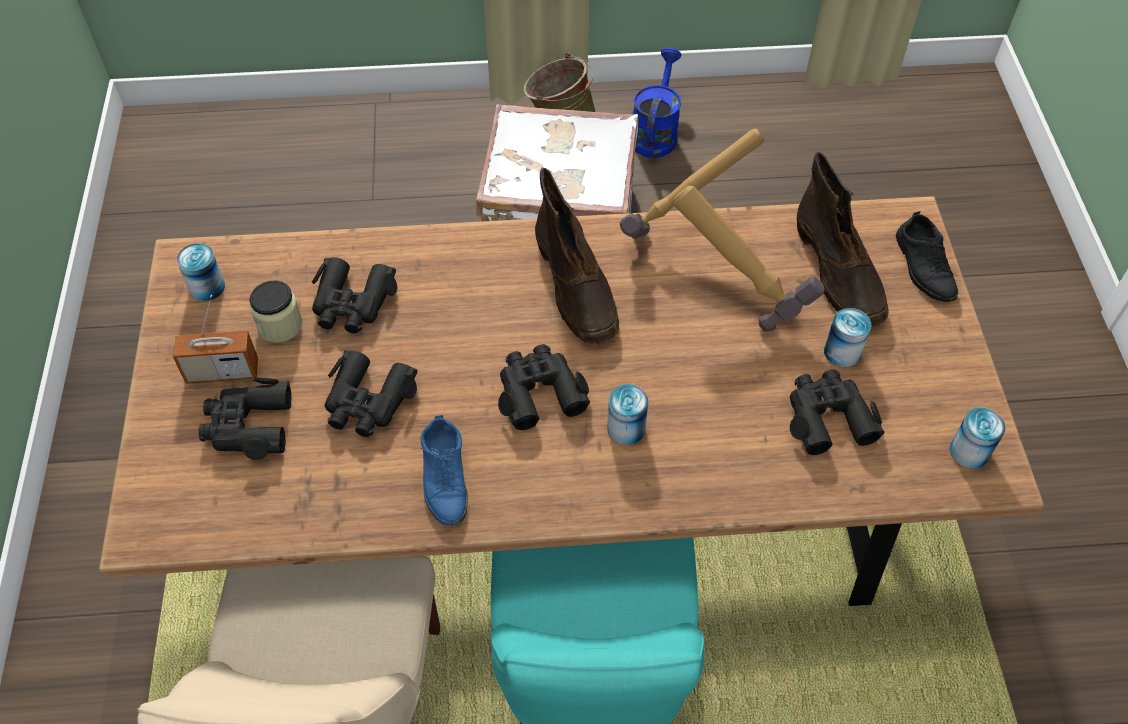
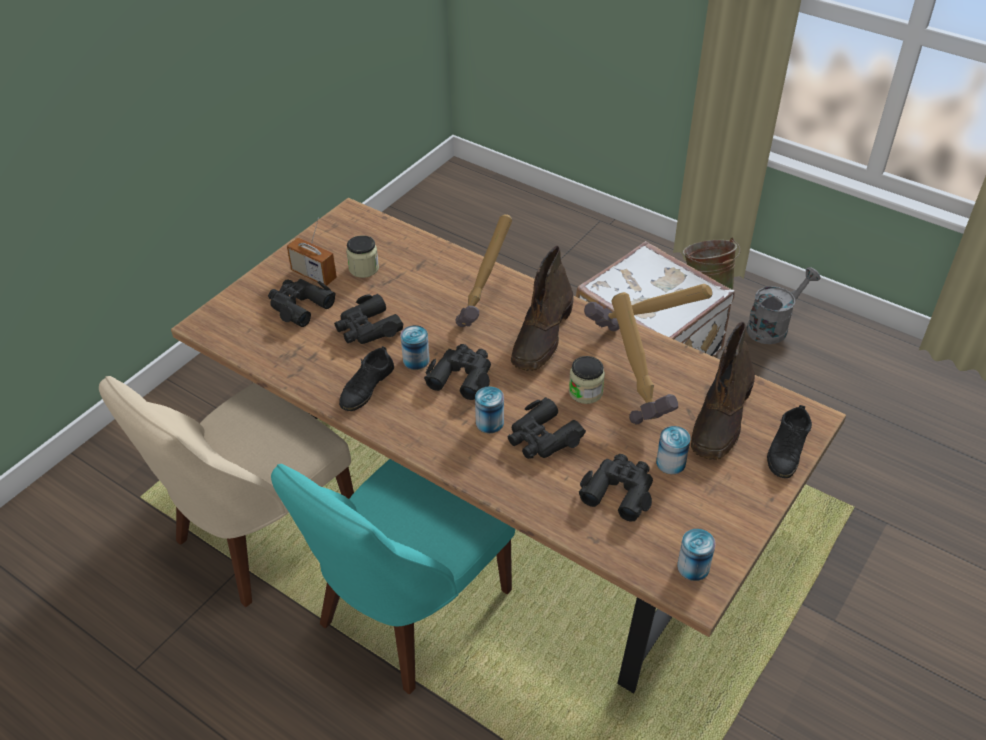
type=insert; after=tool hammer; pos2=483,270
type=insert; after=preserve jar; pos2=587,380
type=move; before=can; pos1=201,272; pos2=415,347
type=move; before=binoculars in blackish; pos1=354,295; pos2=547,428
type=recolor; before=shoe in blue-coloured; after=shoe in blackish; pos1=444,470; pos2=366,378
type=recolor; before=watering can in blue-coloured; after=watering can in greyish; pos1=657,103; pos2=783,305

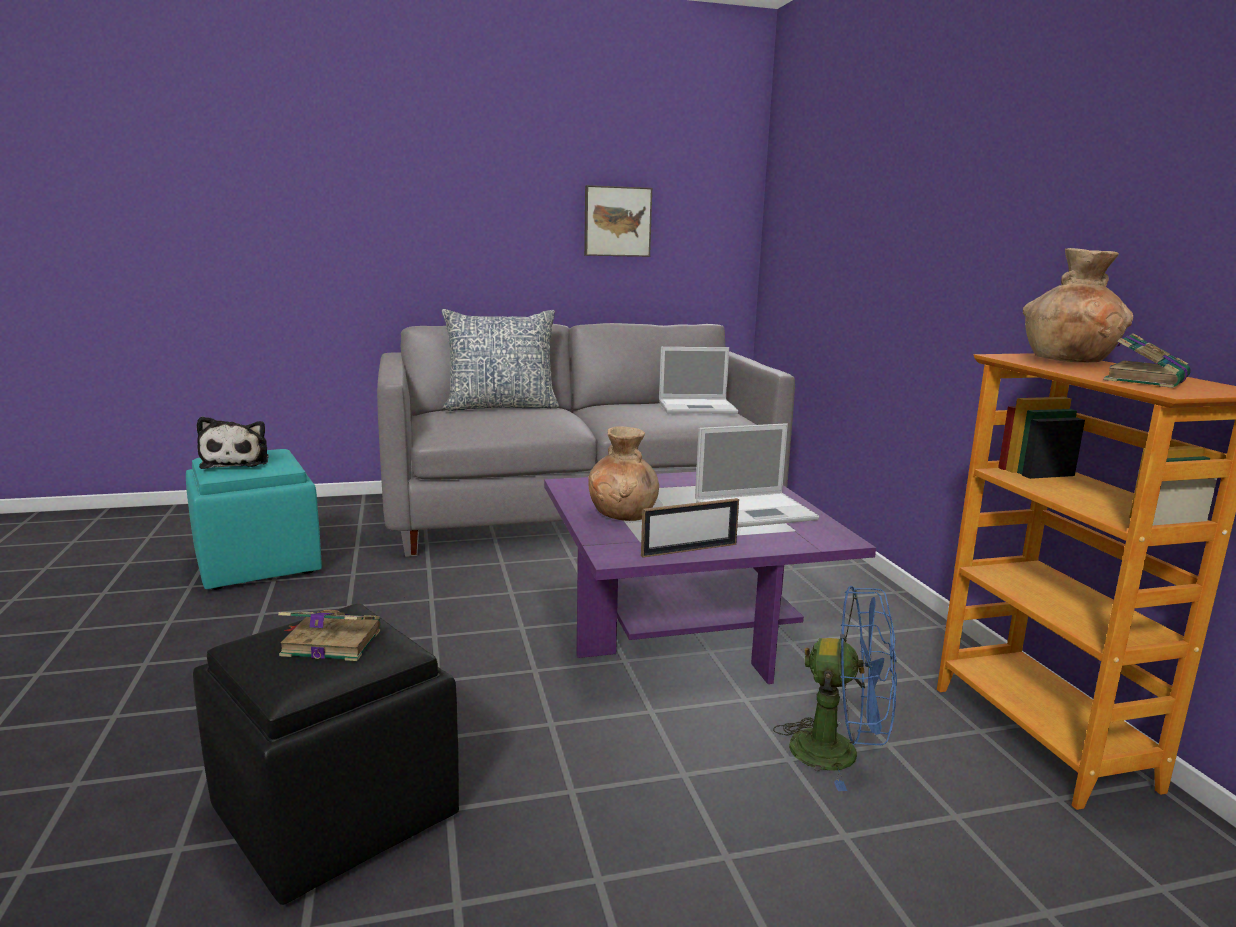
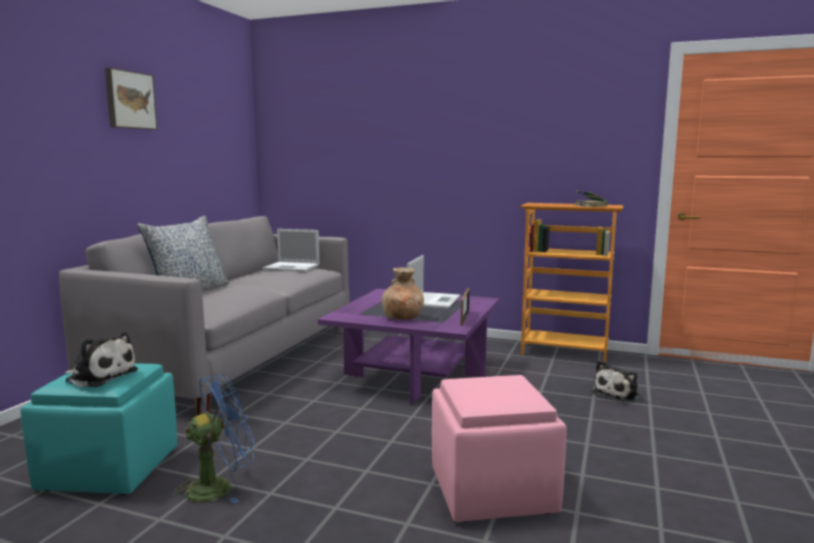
type=delete; before=book; pos1=329,635
type=delete; before=decorative vase in brownish; pos1=1078,305
type=insert; after=soft toy; pos2=615,381
type=move; before=wall picture; pos1=618,221; pos2=131,98
type=move; before=cooling fan in blue-coloured; pos1=835,688; pos2=212,438
type=recolor; before=ottoman in blackish; after=ottoman in pink; pos1=326,754; pos2=499,448
type=rotate; before=notebook computer; pos1=698,380; pos2=291,250; turn=75

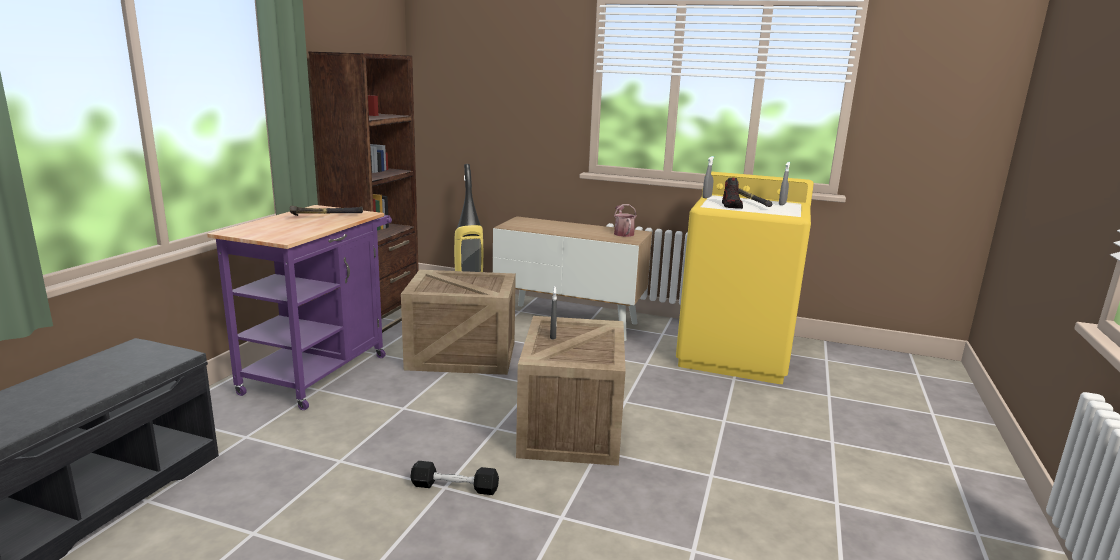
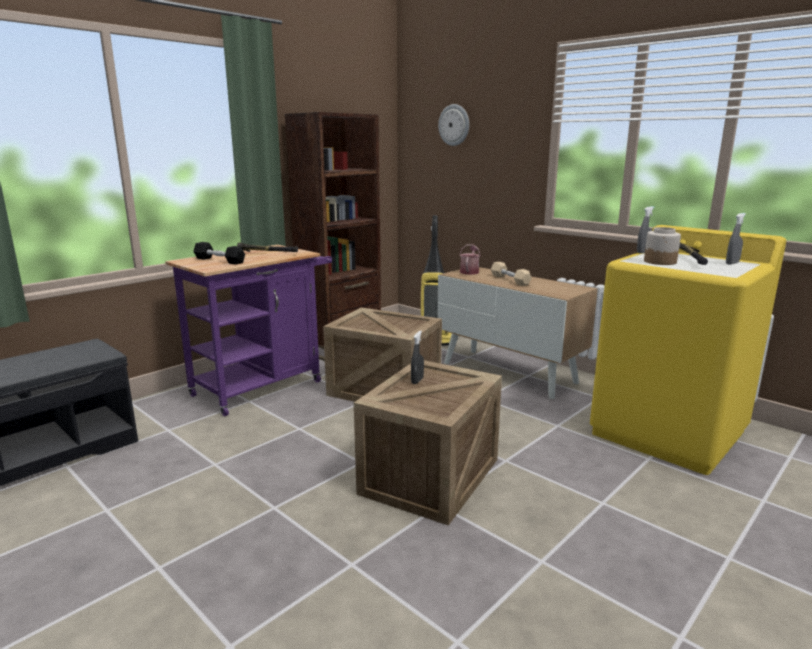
type=insert; after=wall clock; pos2=453,125
type=insert; after=free weight in beige; pos2=511,274
type=move; before=free weight in blackish; pos1=454,478; pos2=219,253
type=move; before=watering can; pos1=625,220; pos2=470,259
type=replace; before=shoe; after=preserve jar; pos1=732,193; pos2=662,246

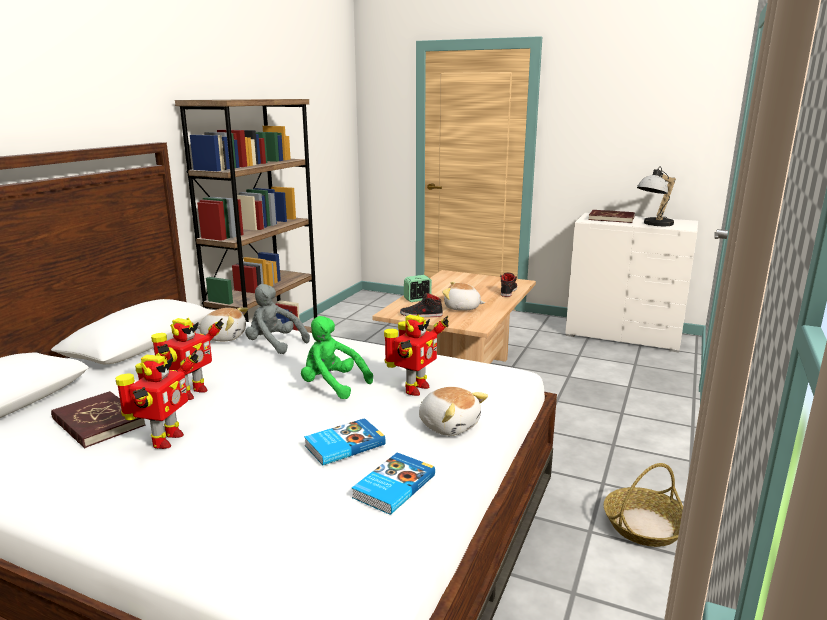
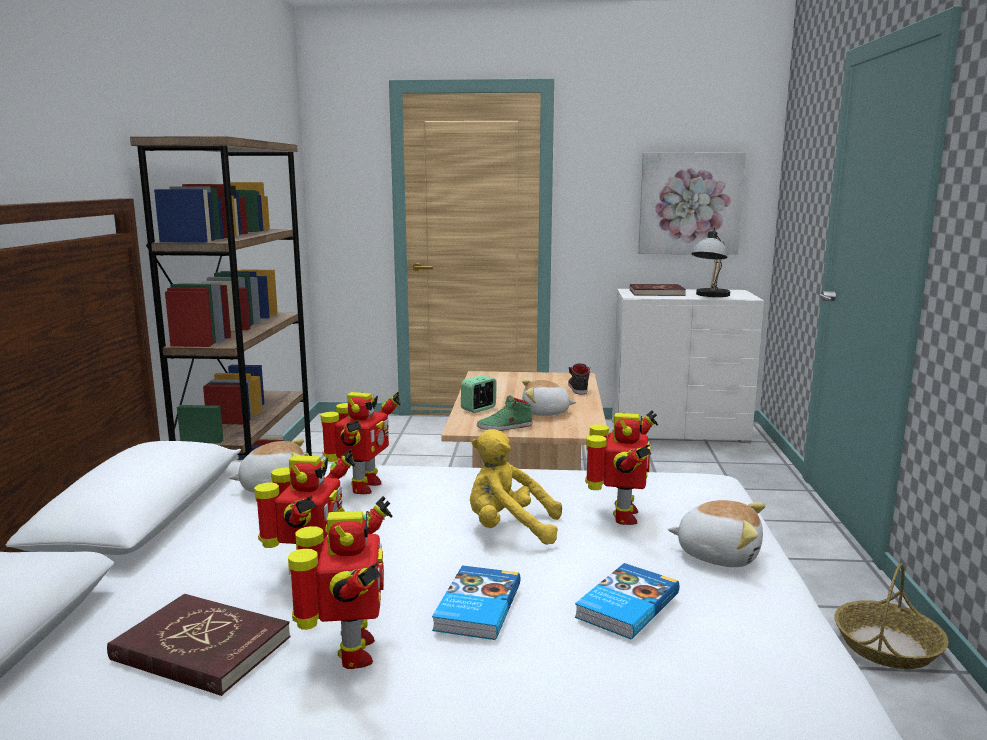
type=insert; after=wall picture; pos2=692,204
type=move; before=book; pos1=393,483; pos2=476,602
type=replace; before=soft toy in greyish; after=toy robot; pos1=277,319; pos2=361,442
type=recolor; before=soft toy in green; after=soft toy in yellow; pos1=337,357; pos2=516,487
type=recolor; before=shoe in blackish; after=shoe in green; pos1=421,304; pos2=505,413

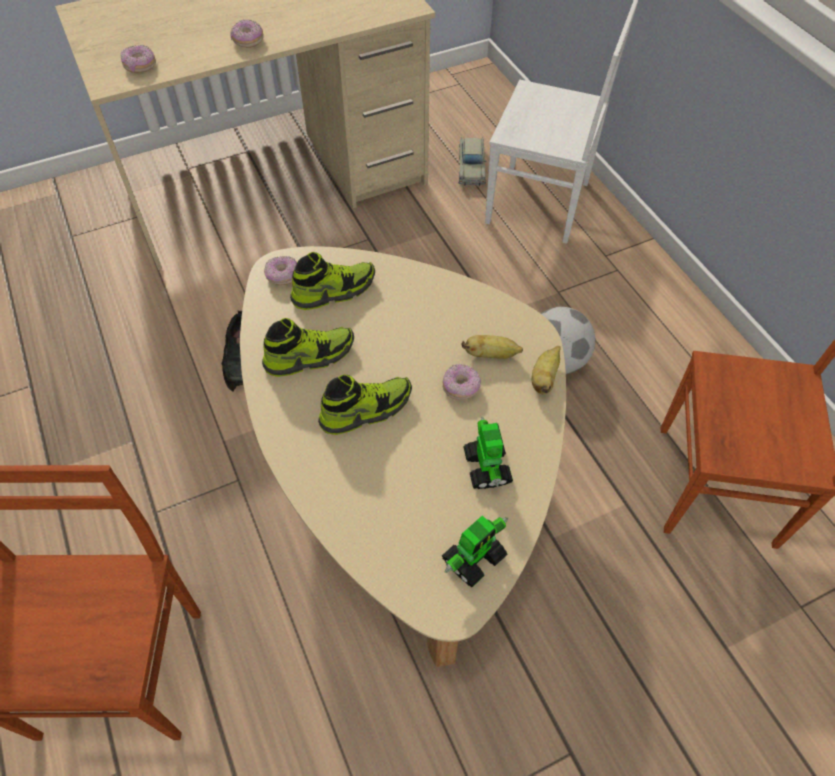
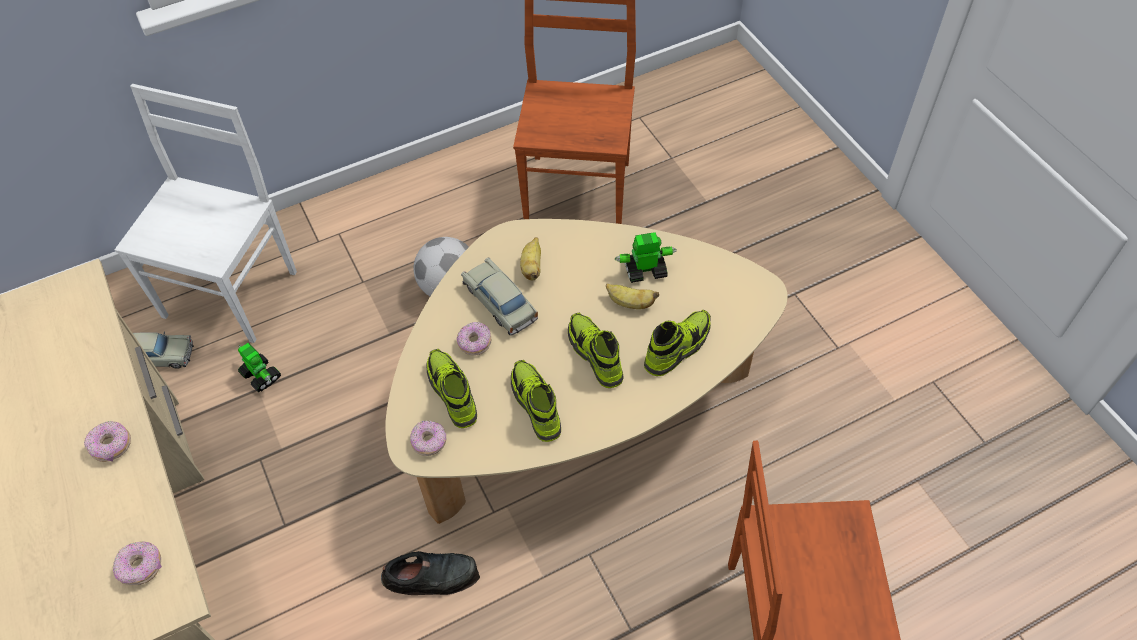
type=insert; after=toy car in beige; pos2=499,296
type=insert; after=shoe; pos2=677,343
type=move; before=ring doughnut; pos1=461,382; pos2=474,339
type=move; before=toy robot; pos1=475,551; pos2=259,368
type=move; before=banana; pos1=546,370; pos2=632,296

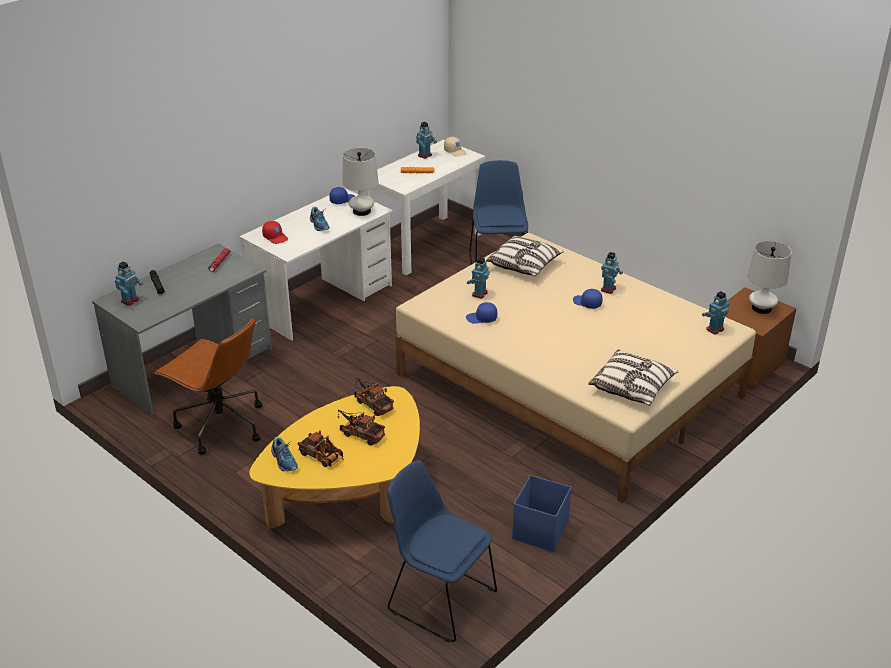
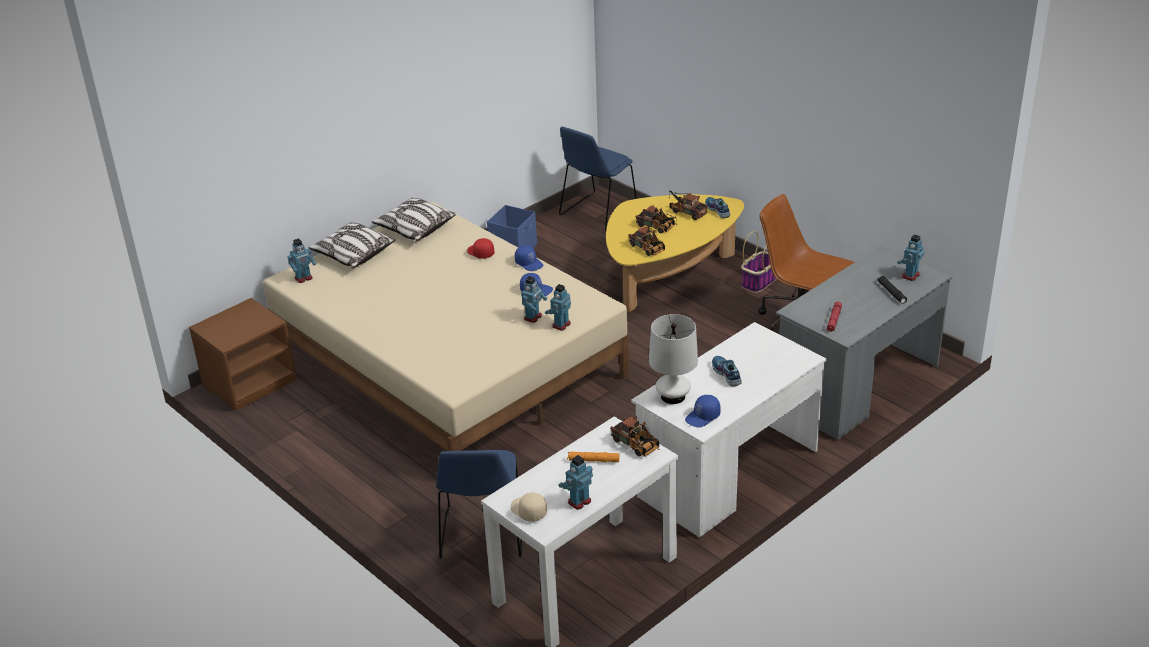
type=delete; before=tabletop lamp in white; pos1=770,277
type=insert; after=toy lorry; pos2=634,436
type=insert; after=household basket; pos2=758,262
type=move; before=baseball cap in red-coloured; pos1=275,232; pos2=480,248
type=move; before=throw pillow; pos1=525,256; pos2=352,245
type=move; before=baseball cap in blue-coloured; pos1=587,299; pos2=529,258
type=move; before=toy robot; pos1=612,273; pos2=558,307
type=rotate; before=plain chair in blue-coloured; pos1=442,551; pos2=598,179; turn=90

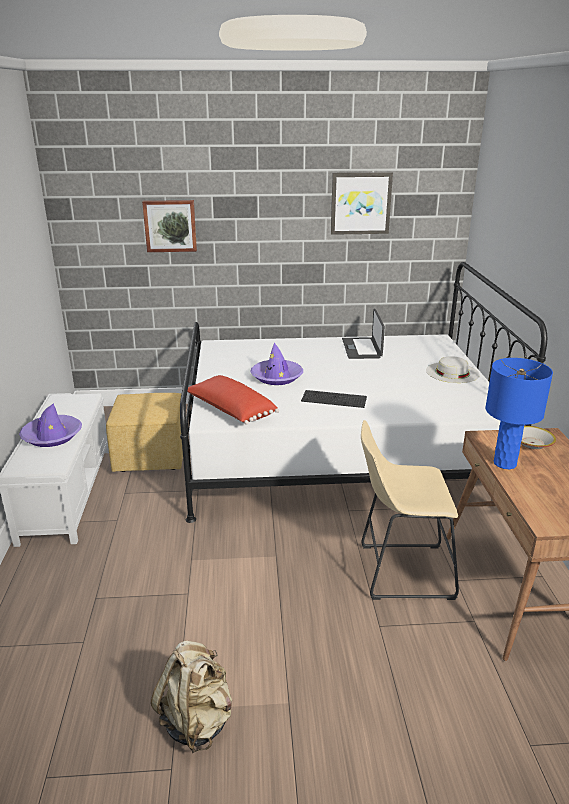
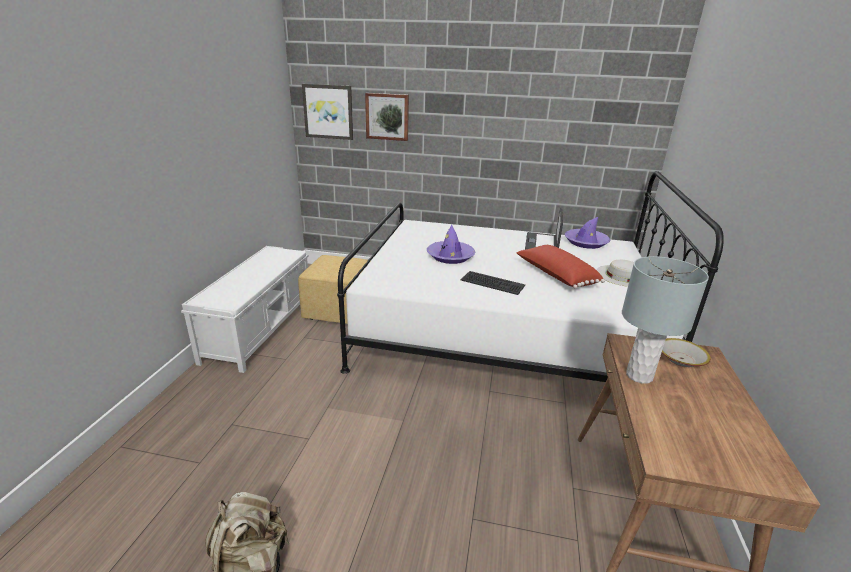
type=delete; before=sitting stool in beige; pos1=410,510
type=move; before=wearable hat in purple-coloured; pos1=50,425; pos2=587,233
type=move; before=throw pillow in red-coloured; pos1=233,400; pos2=561,267
type=move; before=wall picture; pos1=362,203; pos2=327,112
type=recolor; before=tabletop lamp in blue-coloured; after=tabletop lamp in greyish; pos1=519,413; pos2=665,320

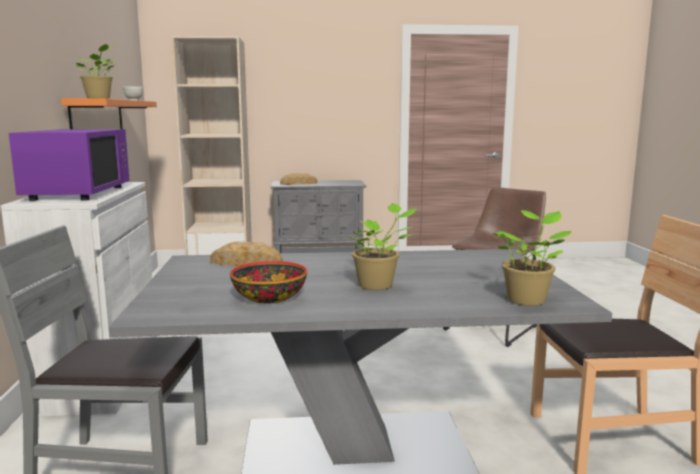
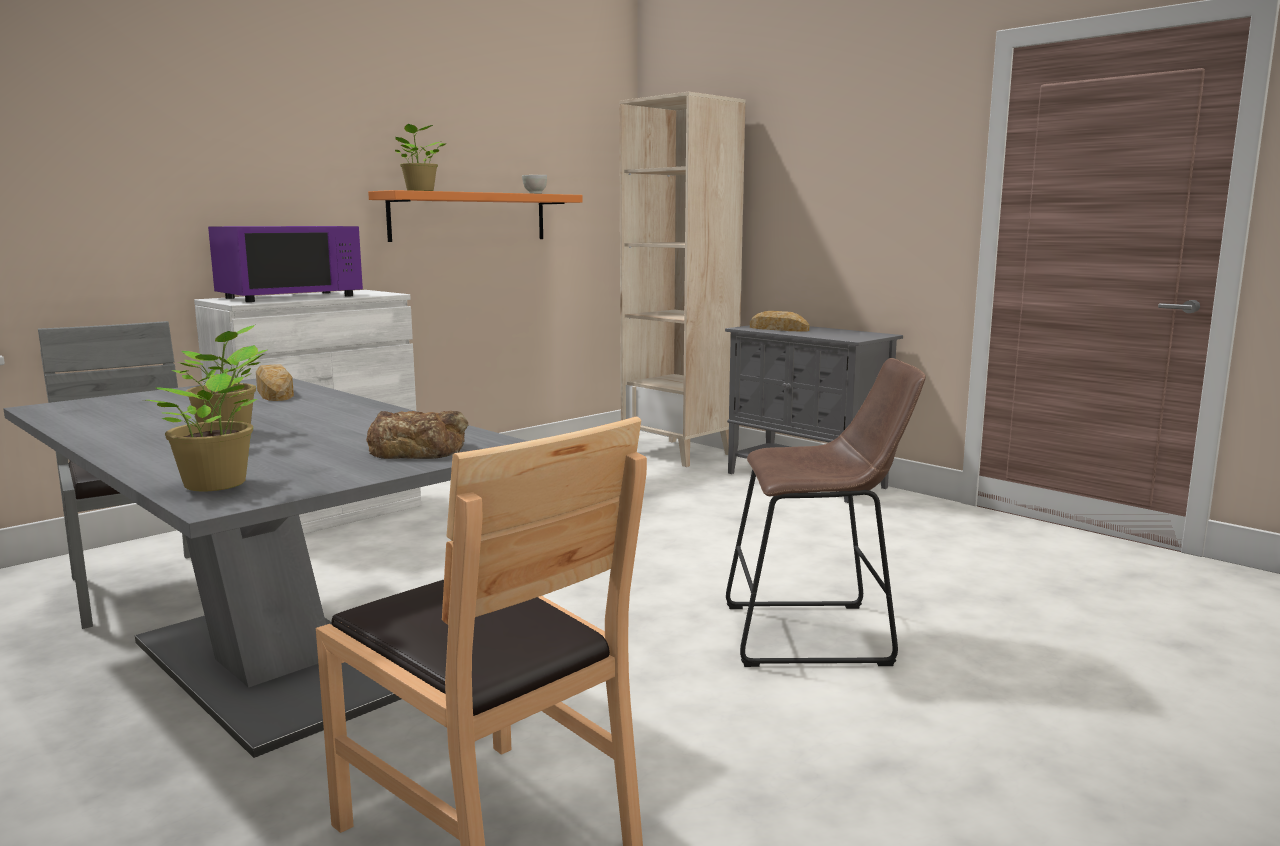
type=delete; before=serving bowl; pos1=268,282
type=insert; after=baked bread; pos2=417,435

